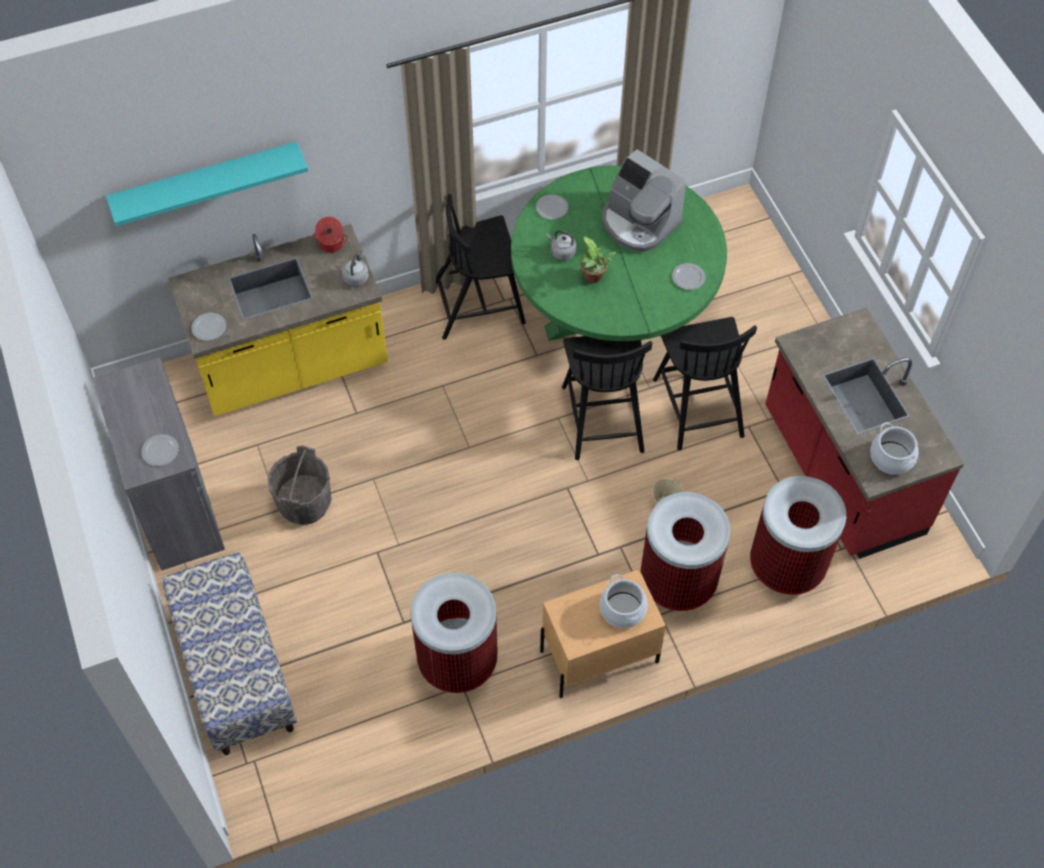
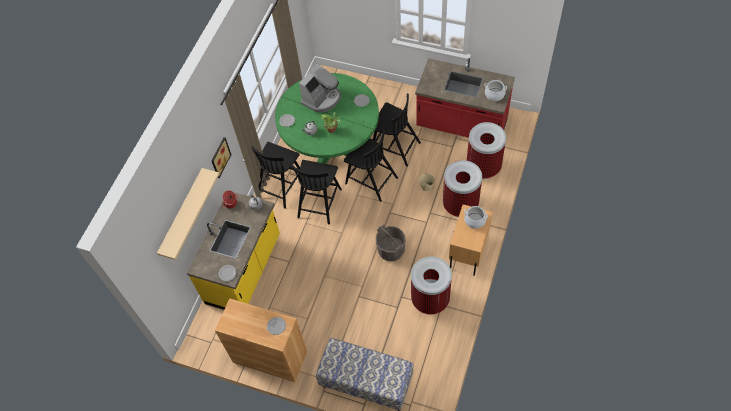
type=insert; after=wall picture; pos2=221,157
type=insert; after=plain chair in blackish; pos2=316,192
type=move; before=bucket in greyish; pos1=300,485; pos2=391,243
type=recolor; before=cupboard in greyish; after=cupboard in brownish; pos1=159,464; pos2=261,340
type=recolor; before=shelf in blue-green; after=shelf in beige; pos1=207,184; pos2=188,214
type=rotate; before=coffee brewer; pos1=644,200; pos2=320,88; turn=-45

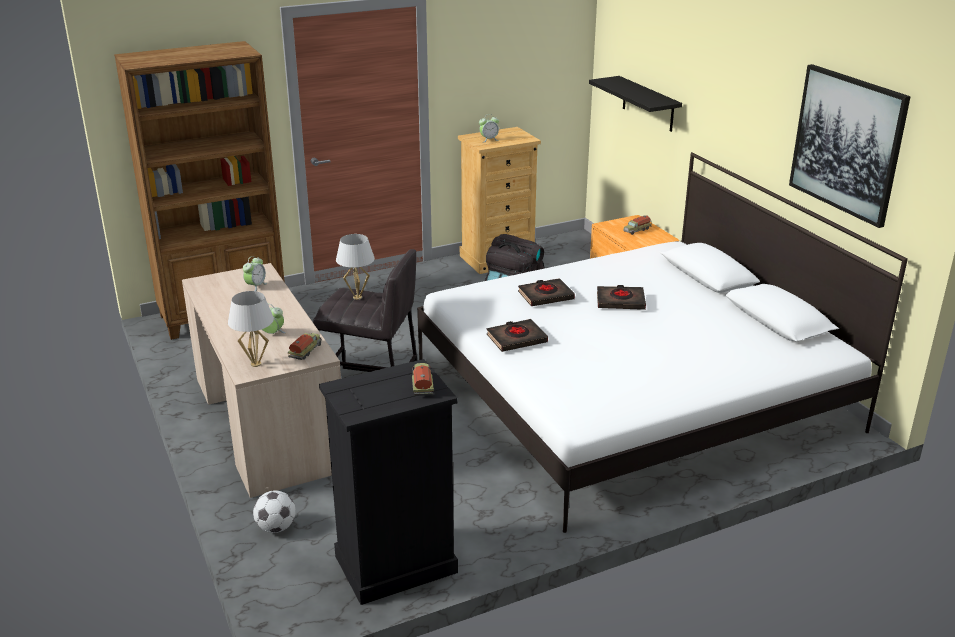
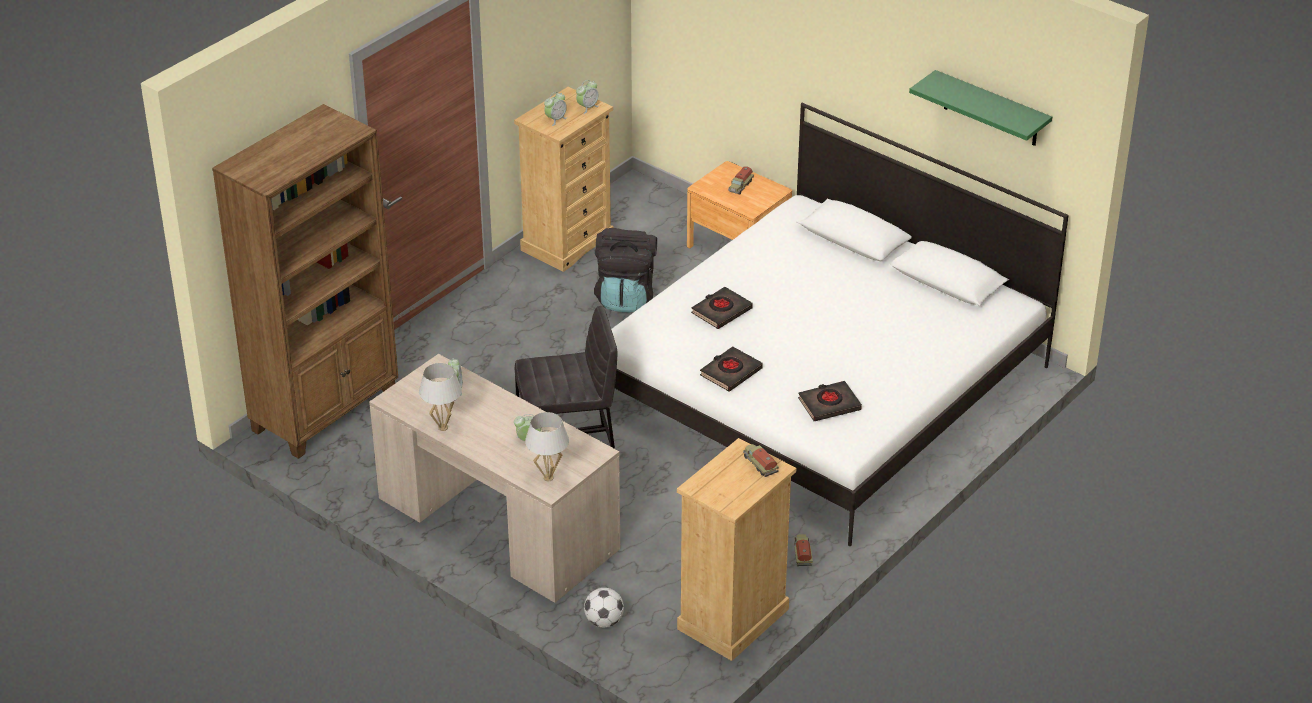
type=delete; before=shelf in blackish; pos1=635,104
type=insert; after=table clock; pos2=587,97
type=move; before=toy lorry; pos1=305,346; pos2=803,550
type=move; before=tabletop lamp in white; pos1=355,267; pos2=440,397
type=move; before=book in blackish; pos1=621,297; pos2=830,401
type=replace; before=wall picture; after=shelf in green; pos1=850,146; pos2=980,108
type=recolor; before=chest of drawers in blackish; after=chest of drawers in beige; pos1=388,482; pos2=736,549

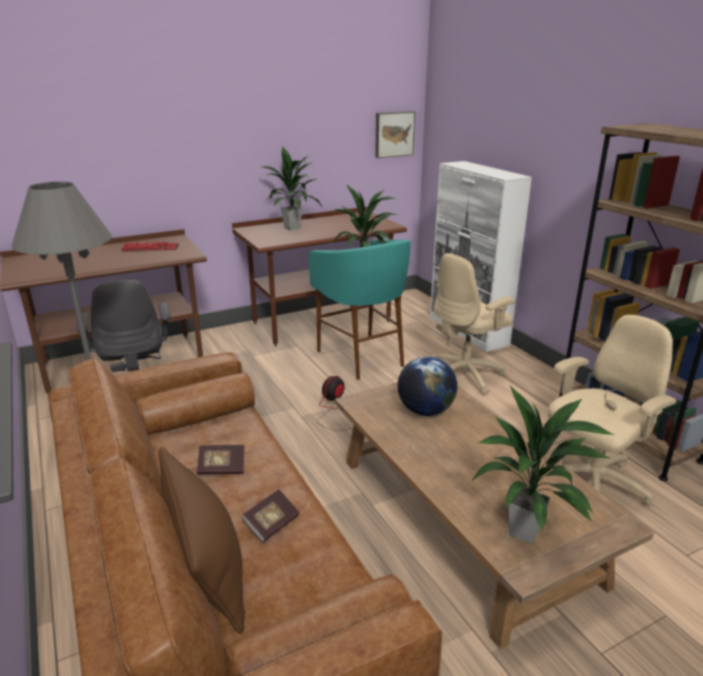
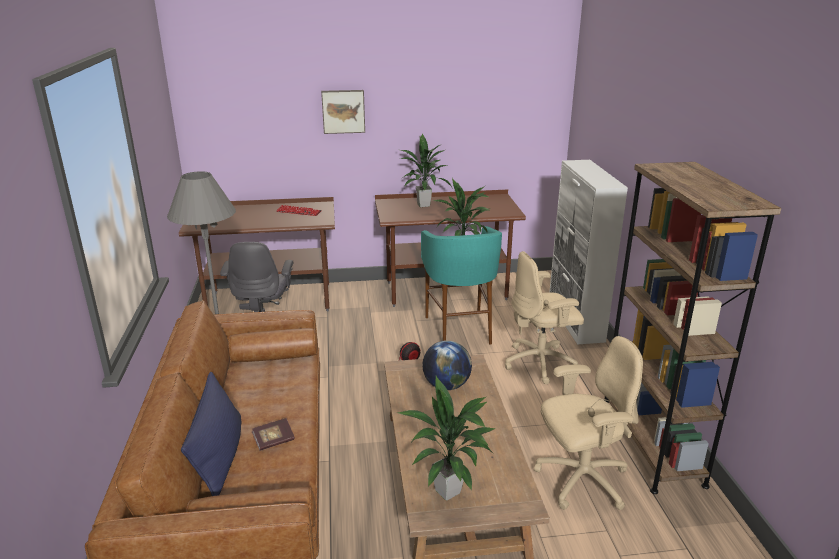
type=delete; before=book; pos1=221,460
type=move; before=wall picture; pos1=395,134; pos2=343,112
type=recolor; before=throw pillow in brownish; after=throw pillow in blue-coloured; pos1=202,540; pos2=211,434

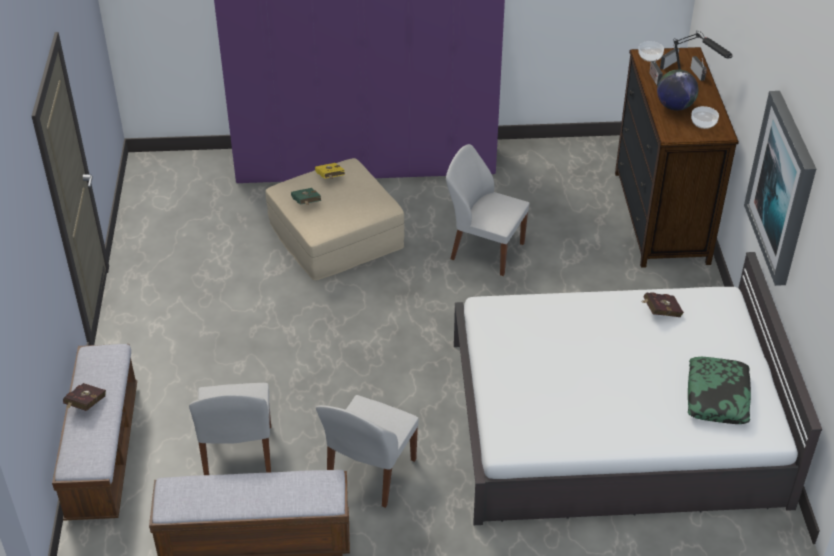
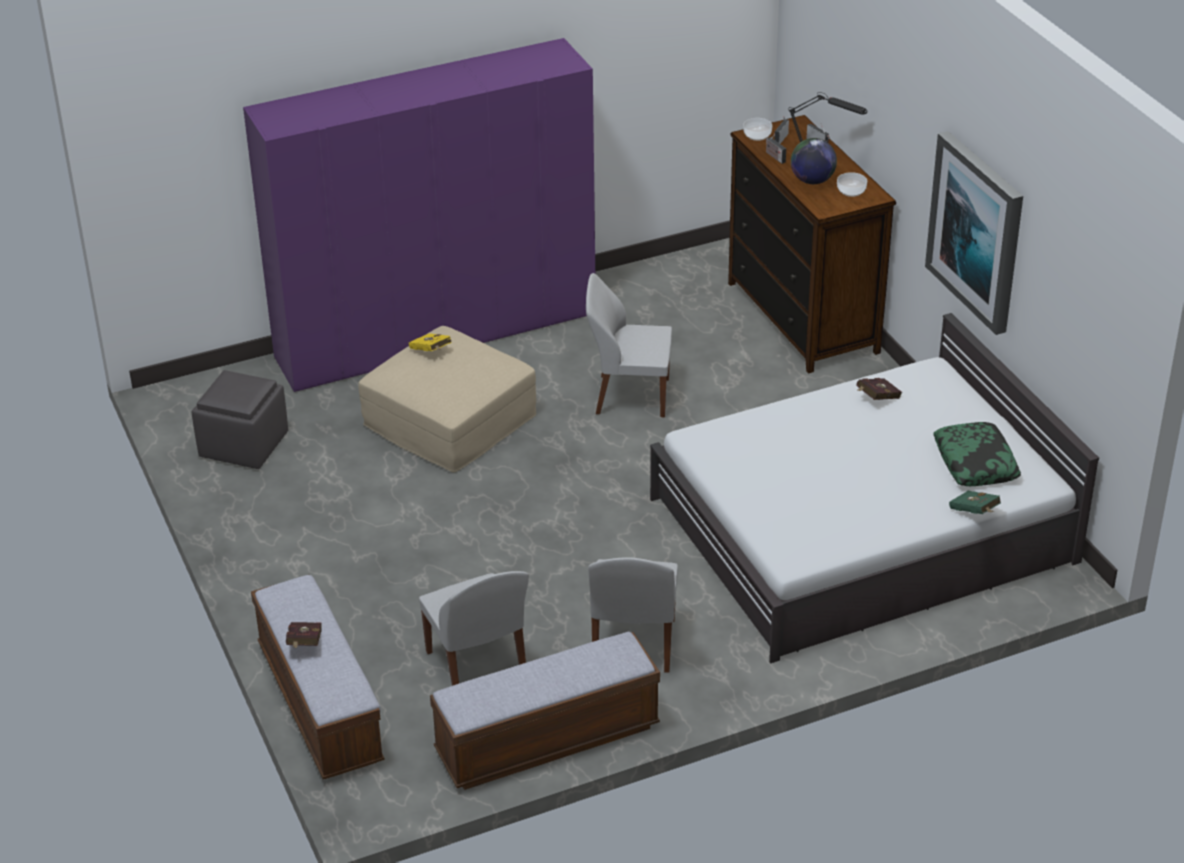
type=insert; after=ottoman in greyish; pos2=240,419
type=move; before=book in green; pos1=306,196; pos2=975,502

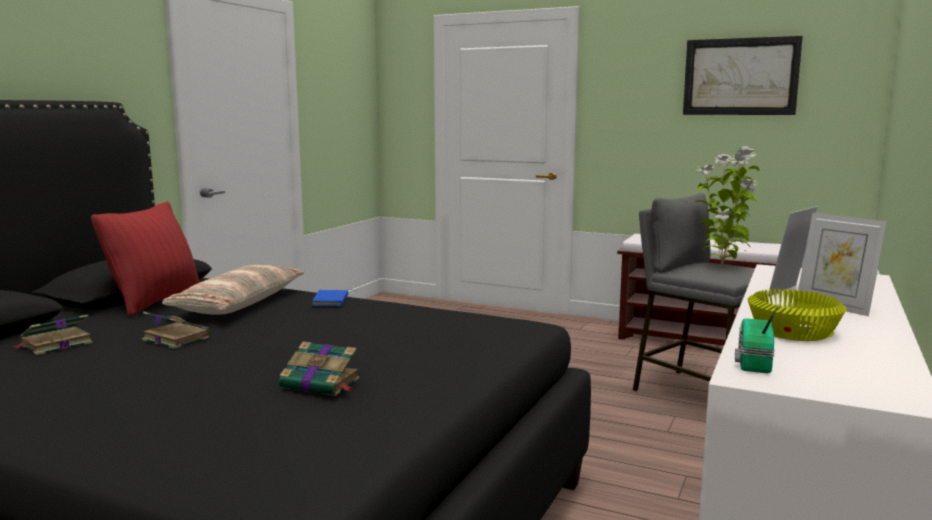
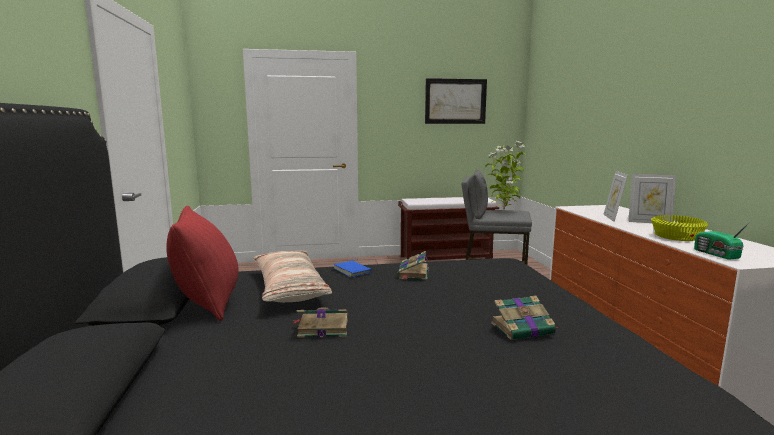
type=move; before=book; pos1=53,334; pos2=413,265

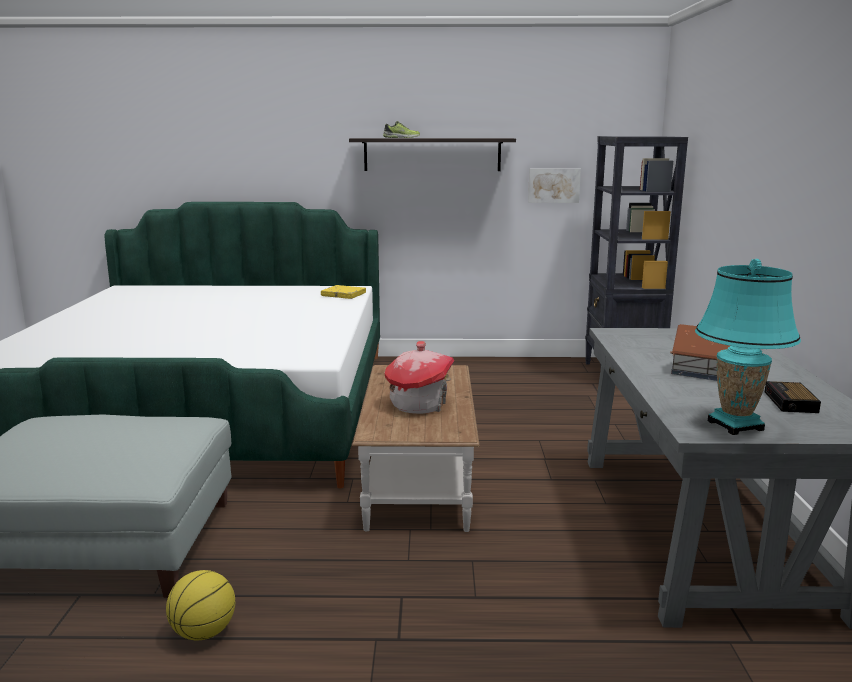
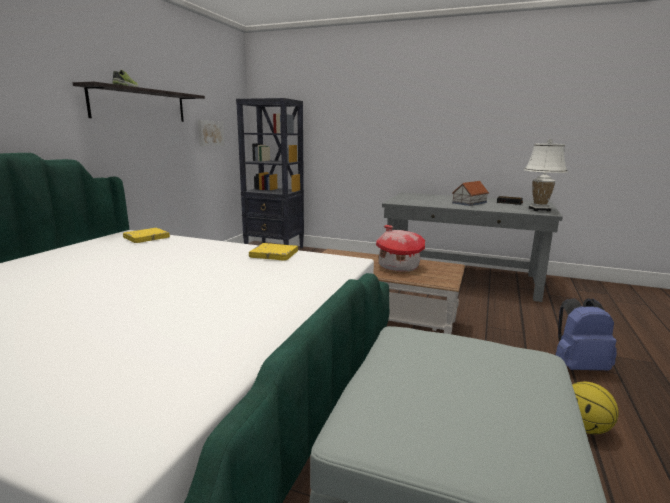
type=insert; after=book in yellow; pos2=273,252
type=insert; after=backpack in blue-coloured; pos2=586,334
type=recolor; before=tabletop lamp in blue-green; after=tabletop lamp in white; pos1=748,347; pos2=545,175

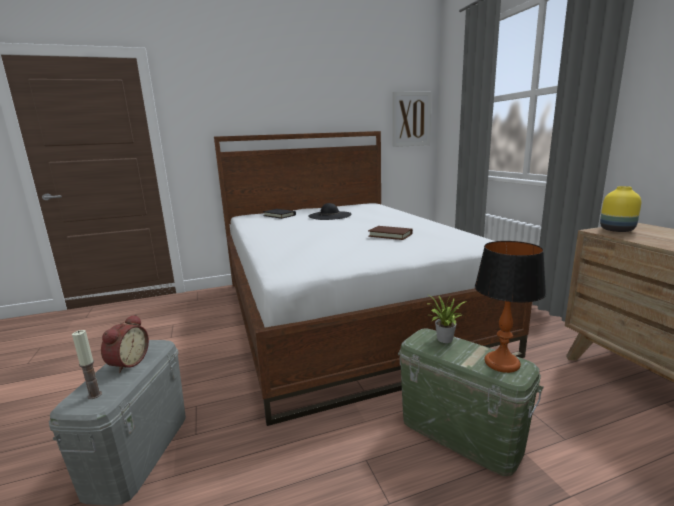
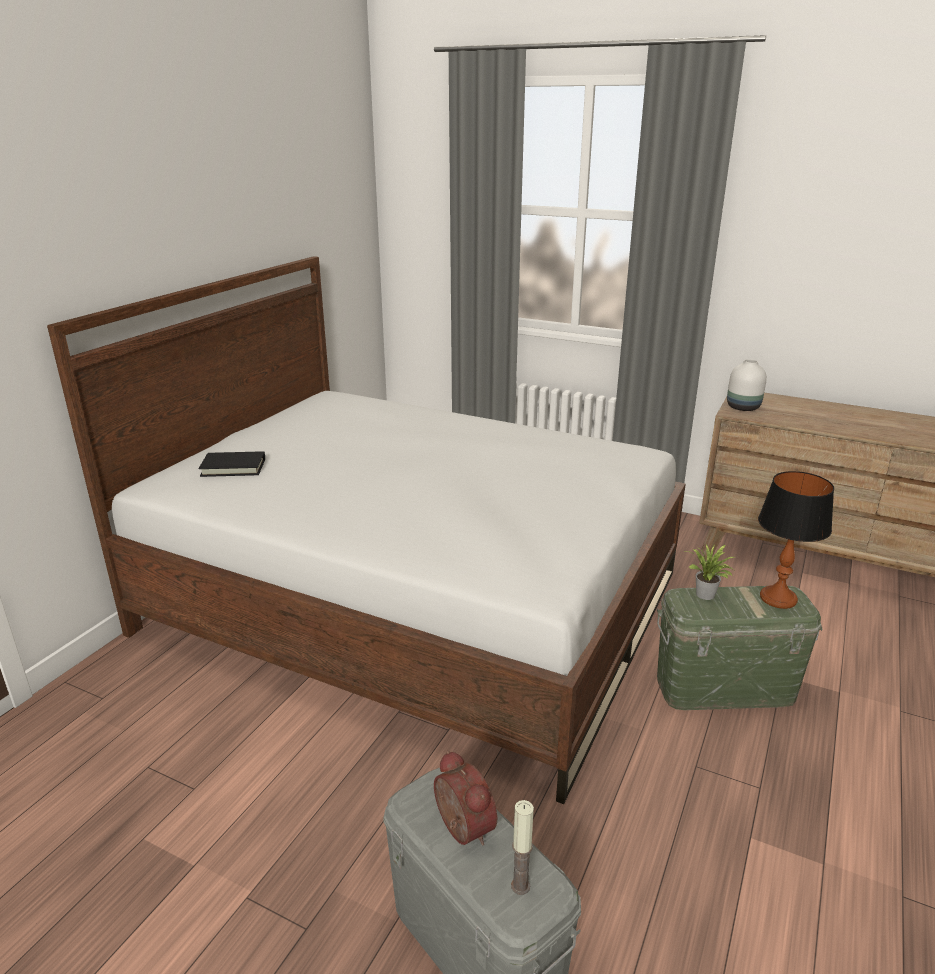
type=delete; before=wearable hat in blackish; pos1=330,211
type=delete; before=book in brownish; pos1=390,233
type=delete; before=wall picture; pos1=412,119
type=recolor; before=decorative vase in yellow; after=decorative vase in white; pos1=620,209; pos2=747,385

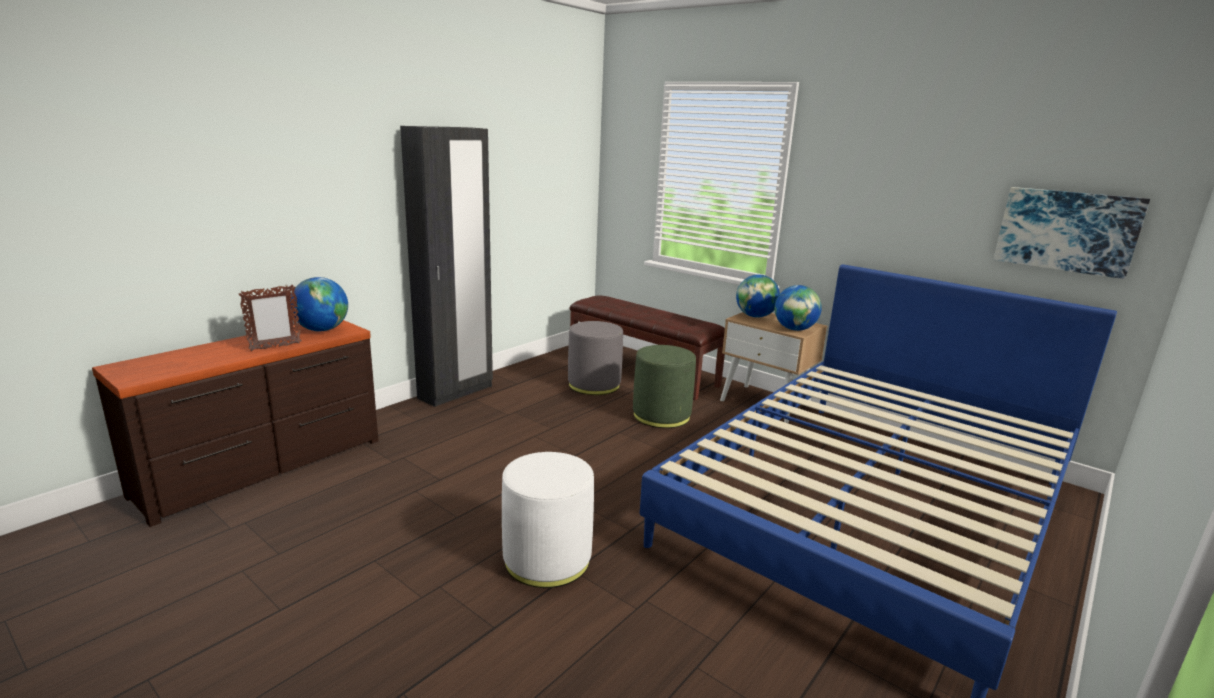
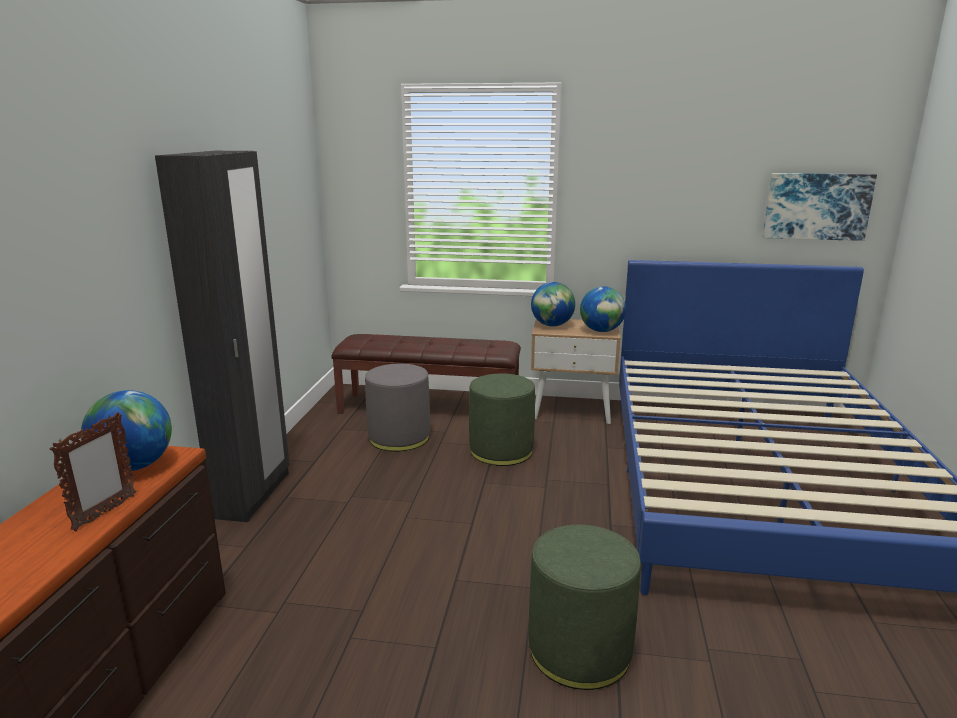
type=recolor; before=ottoman in white; after=ottoman in green; pos1=548,520; pos2=585,607

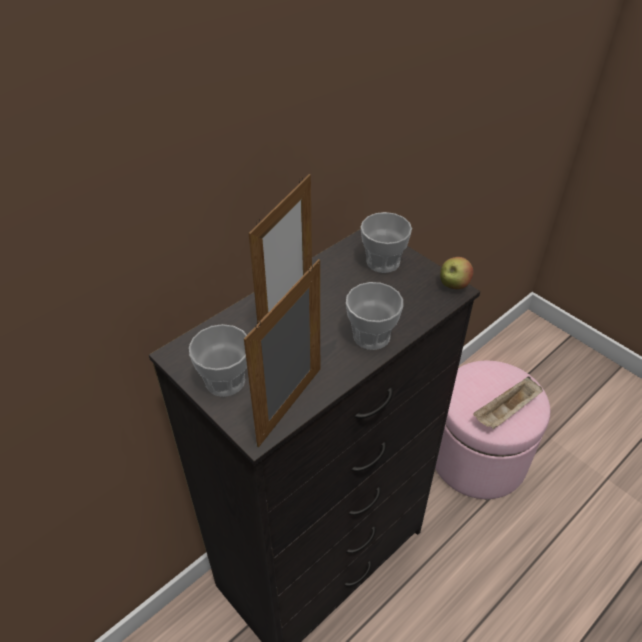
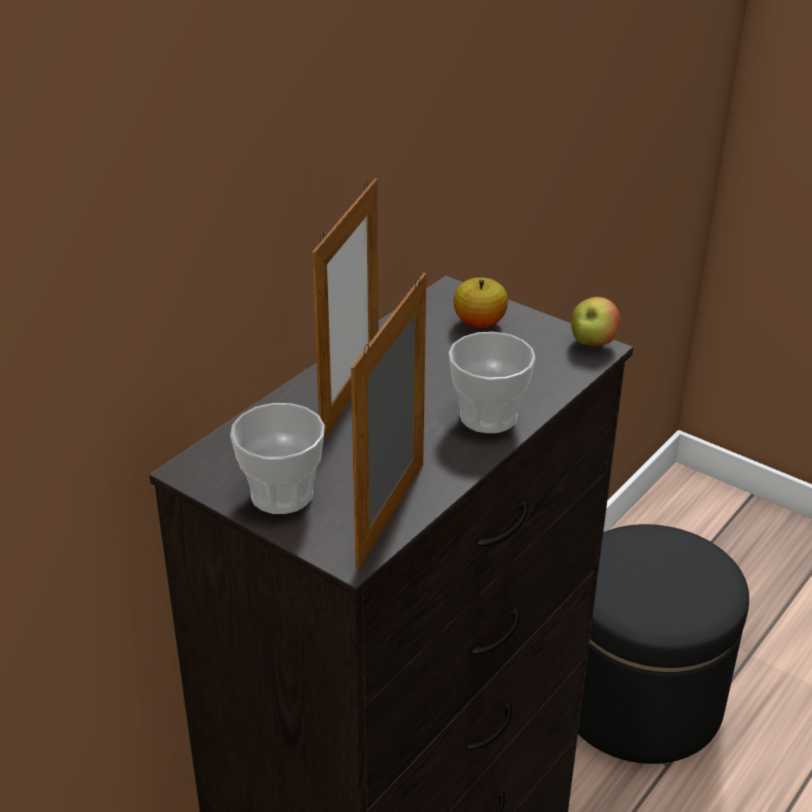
type=delete; before=carrying tray in beige; pos1=508,403
type=replace; before=cup; after=apple fruit; pos1=386,242; pos2=480,302
type=recolor; before=ottoman in pink; after=ottoman in blackish; pos1=492,430; pos2=663,644

